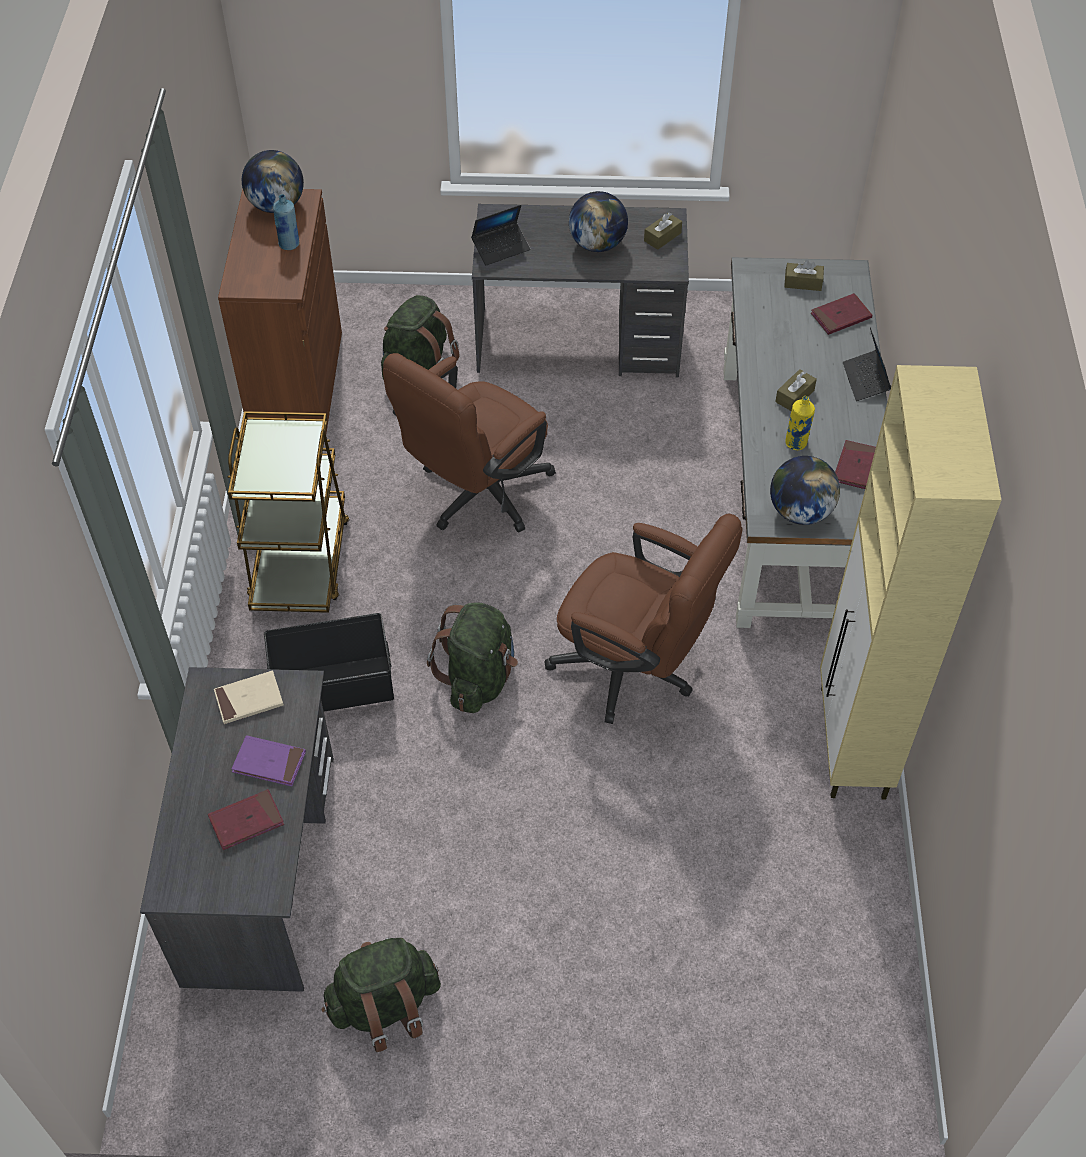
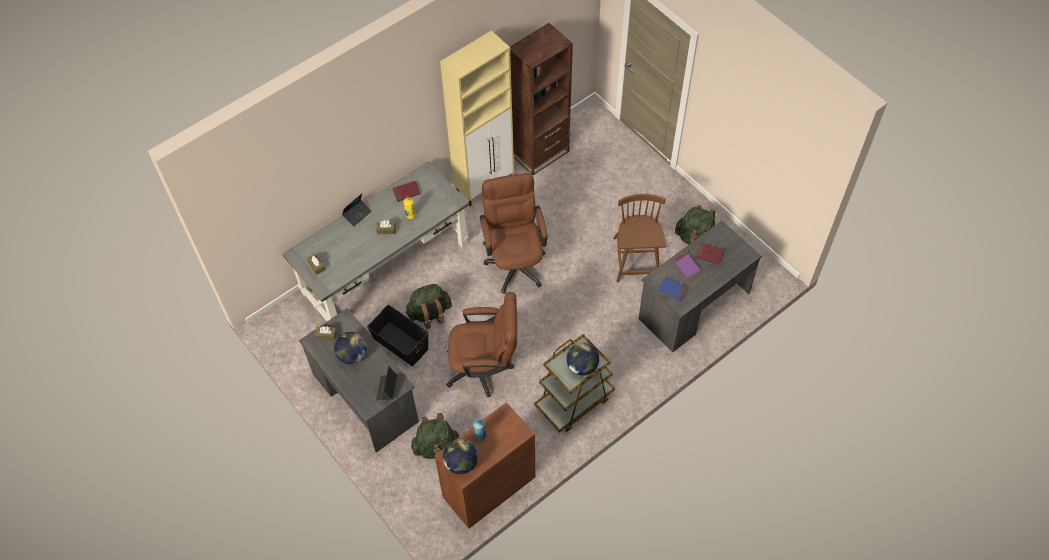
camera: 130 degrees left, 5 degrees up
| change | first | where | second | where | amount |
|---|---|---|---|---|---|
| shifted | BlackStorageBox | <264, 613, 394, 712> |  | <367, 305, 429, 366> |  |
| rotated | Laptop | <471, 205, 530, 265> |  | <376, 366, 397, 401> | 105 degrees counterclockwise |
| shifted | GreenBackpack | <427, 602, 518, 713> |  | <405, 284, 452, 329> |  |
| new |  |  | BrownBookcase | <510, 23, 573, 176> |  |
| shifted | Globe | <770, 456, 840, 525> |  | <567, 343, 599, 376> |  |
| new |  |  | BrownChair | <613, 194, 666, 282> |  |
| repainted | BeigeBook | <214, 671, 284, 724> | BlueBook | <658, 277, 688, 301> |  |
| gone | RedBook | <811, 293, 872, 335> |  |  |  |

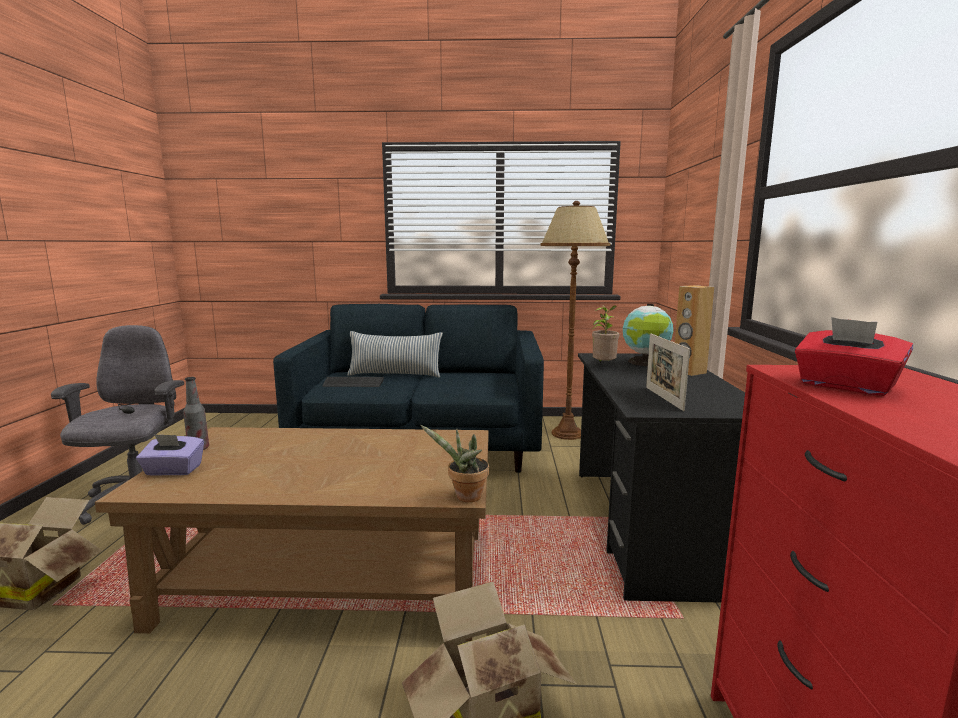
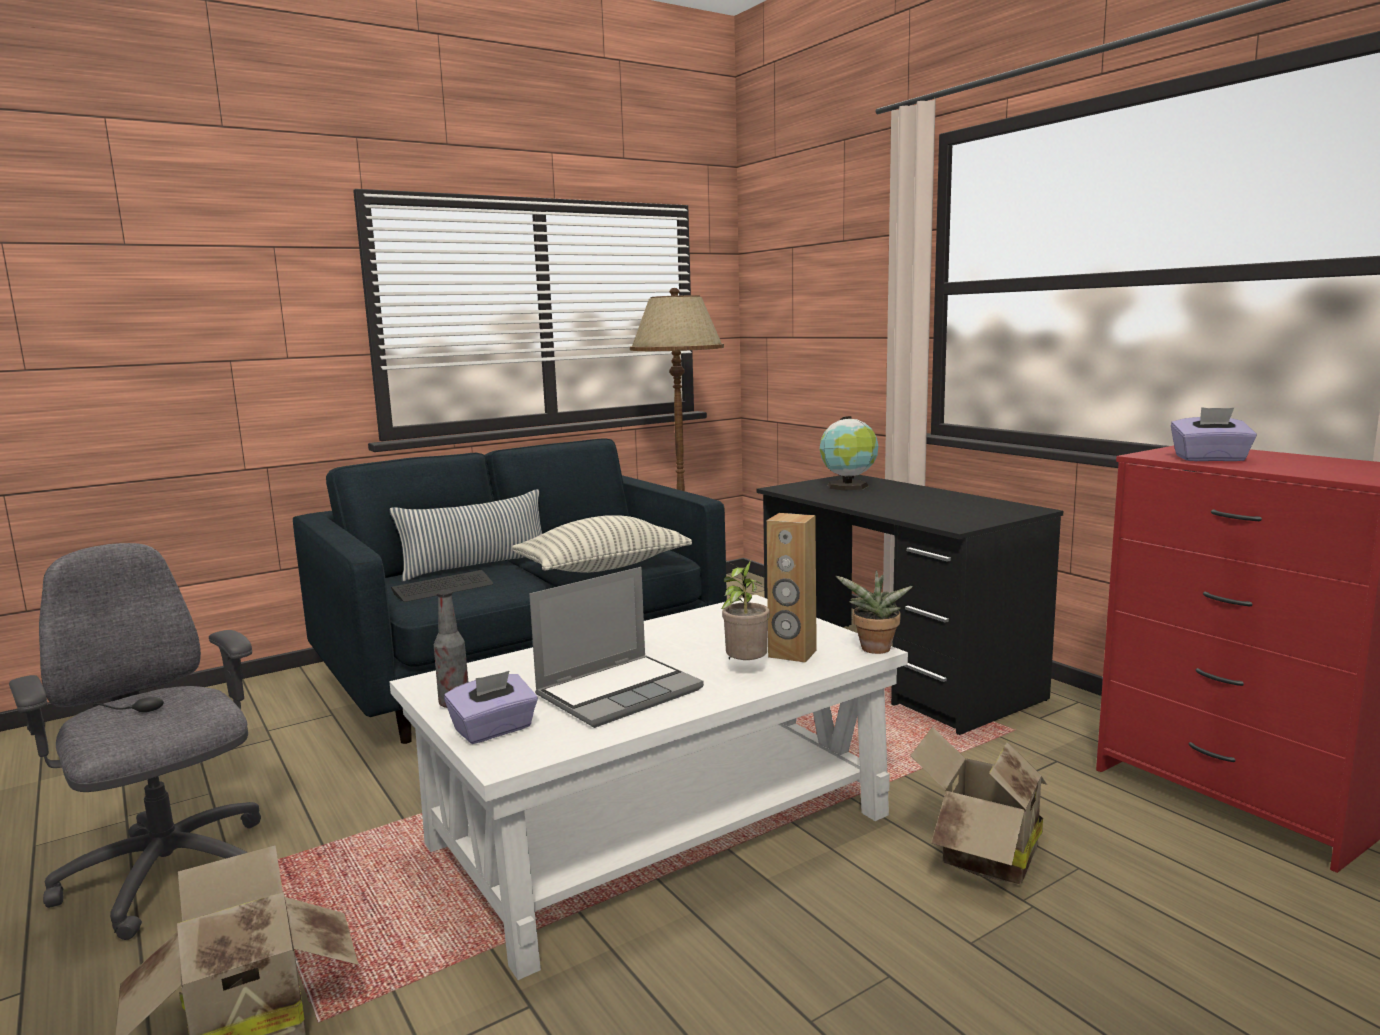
camera: 35 degrees left, 0 degrees up
| change | first | where | second | where | amount |
|---|---|---|---|---|---|
| repainted | BrownCoffeeTable | <95, 427, 489, 641> | WhiteCoffeeTable | <389, 595, 908, 980> |  |
| new |  |  | Pillow | <512, 515, 692, 573> |  |
| new |  |  | Laptop | <529, 567, 704, 728> |  |
| shifted | PottedPlant | <592, 305, 620, 363> |  | <721, 560, 770, 660> |  |
| shifted | BrownSpeaker | <675, 285, 714, 376> |  | <767, 513, 817, 663> |  |
| repainted | RedTissueBox | <795, 317, 913, 396> | PurpleTissueBox | <1171, 407, 1257, 461> |  |
| gone | PictureFrame | <646, 333, 690, 411> |  |  |  |

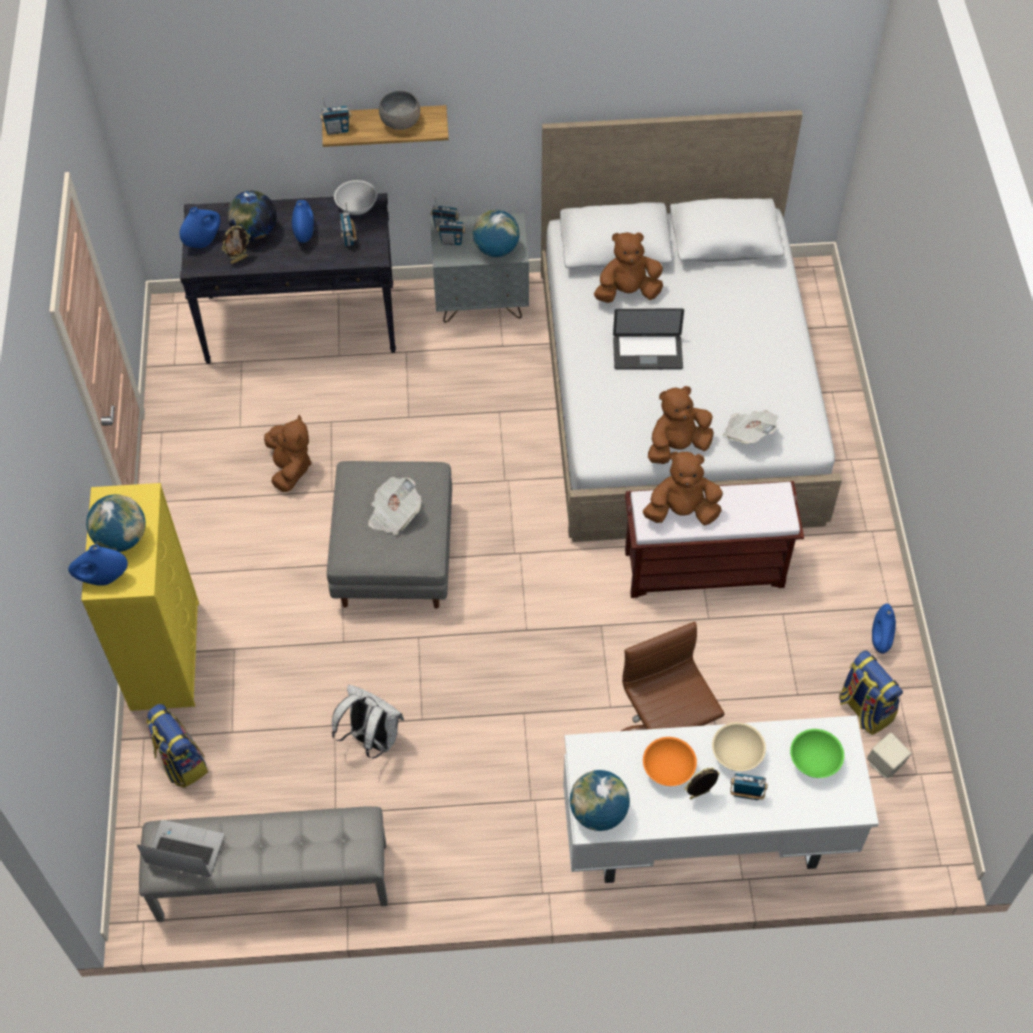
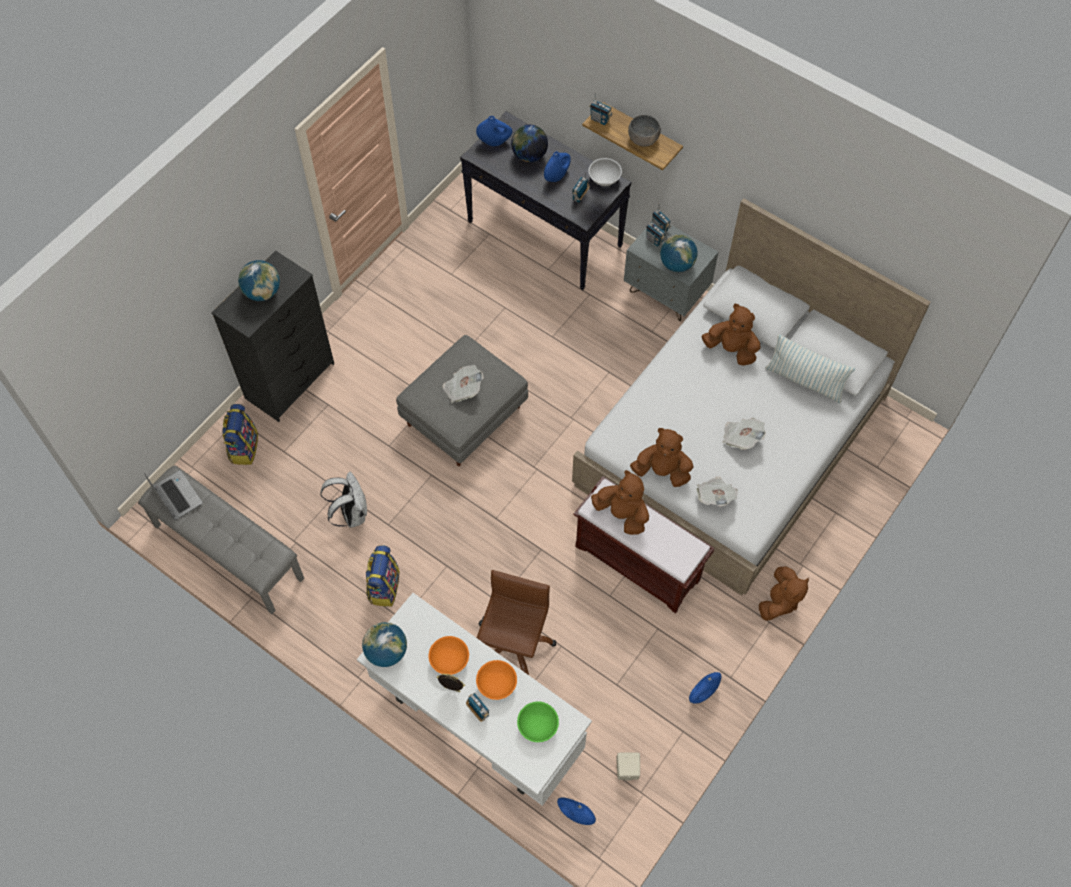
camera: 40 degrees right, 5 degrees up
| change | first | where | second | where | amount |
|---|---|---|---|---|---|
| repainted | YellowDresser | <81, 483, 199, 711> | BlackDresser | <212, 251, 334, 422> |  |
| shifted | Backpack | <839, 650, 903, 735> |  | <366, 545, 400, 607> |  |
| repainted | BeigeBowl | <712, 722, 766, 771> | OrangeBowl | <476, 660, 517, 700> |  |
| shifted | BlueVase | <68, 545, 128, 586> |  | <557, 797, 596, 825> |  |
| new |  |  | Newspaper | <722, 418, 766, 449> |  |
| shifted | BrownPlushToy | <264, 415, 311, 492> |  | <759, 567, 809, 621> |  |
| new |  |  | Pillow | <765, 334, 855, 404> |  |
| gone | PictureFrame | <222, 226, 250, 264> |  |  |  |
| gone | Laptop | <613, 309, 684, 370> |  |  |  |

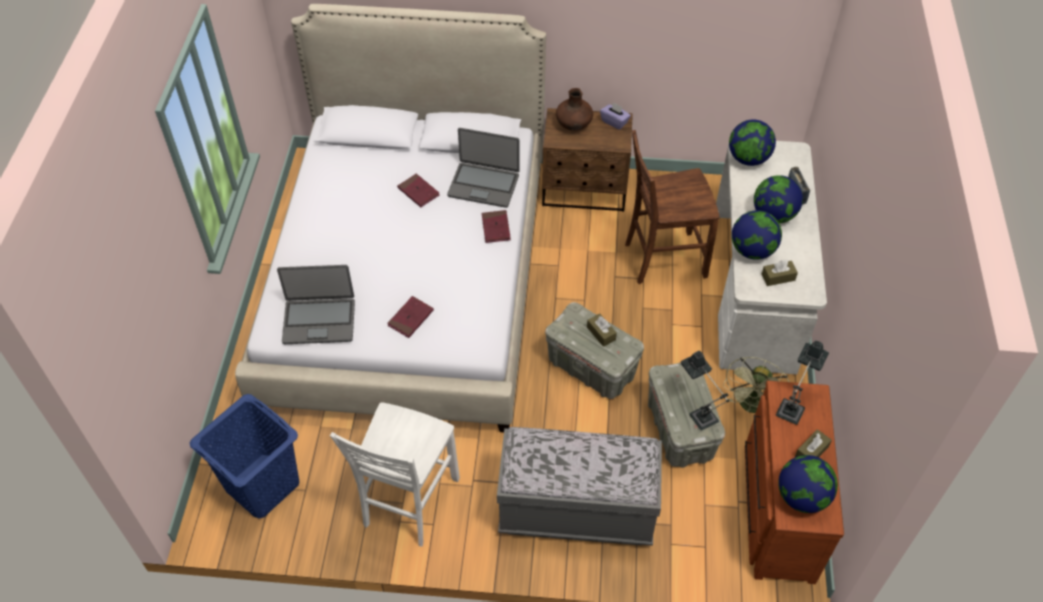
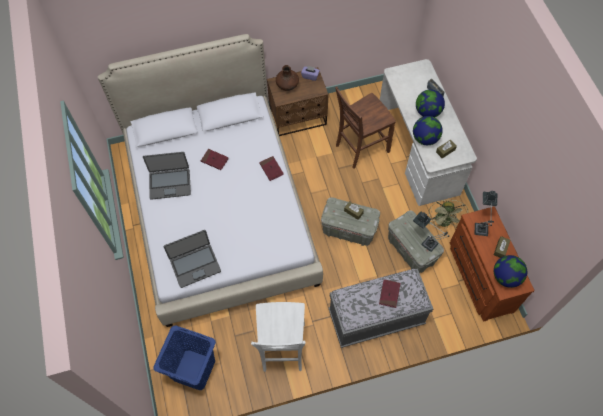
camera: 20 degrees left, 10 degrees up
| change | first | where | second | where | amount |
|---|---|---|---|---|---|
| shifted | Laptop | <447, 128, 520, 208> |  | <143, 152, 191, 200> |  |
| shifted | RedBook | <387, 296, 434, 338> |  | <379, 279, 401, 308> |  |
| gone | Globe | <729, 119, 776, 166> |  |  |  |

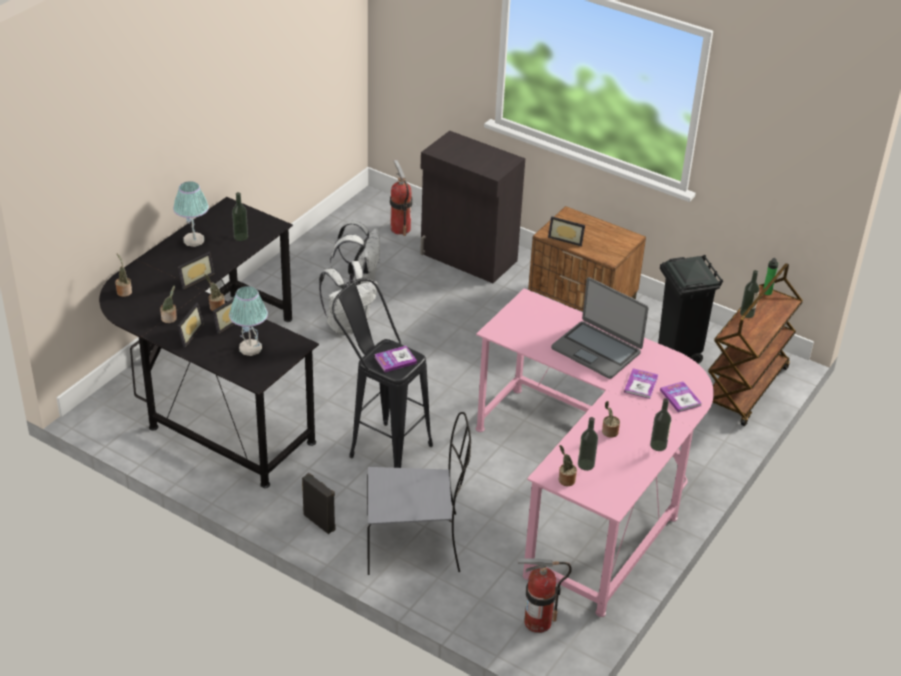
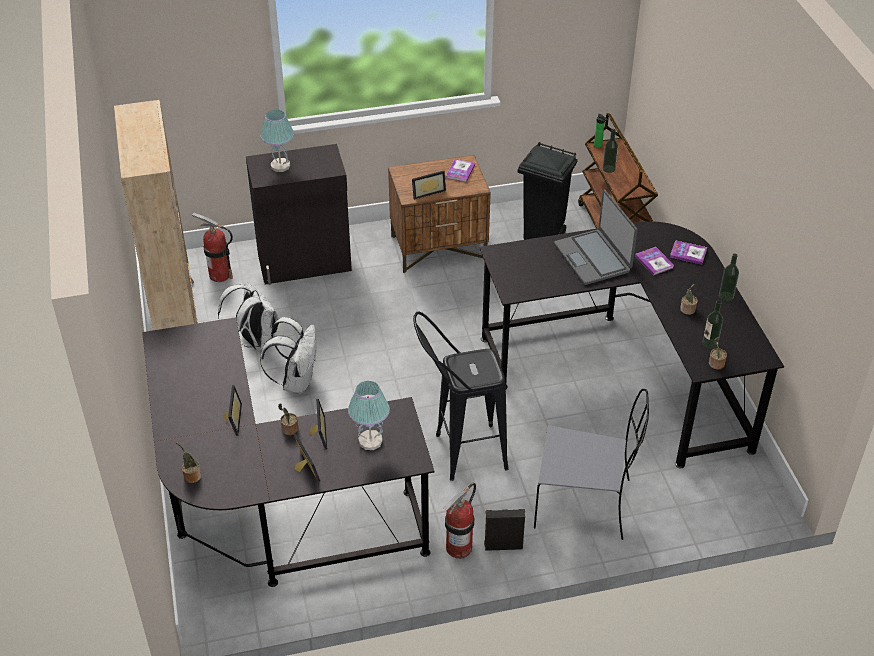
camera: 45 degrees left, 5 degrees up
| change | first | where | second | where | amount |
|---|---|---|---|---|---|
| new |  |  | BeigeBookcase | <114, 100, 198, 330> |  |
| shifted | TableLamp | <173, 181, 209, 247> |  | <260, 110, 294, 172> |  |
| shifted | FireExtinguisher | <517, 558, 572, 633> |  | <443, 483, 476, 559> |  |
| shifted | Book | <374, 346, 417, 372> |  | <446, 159, 475, 182> |  |
| repainted | PinkDesk | <476, 288, 714, 617> | BlackDesk | <479, 221, 784, 468> |  |
| rotated | GreyChair | <367, 412, 471, 575> |  | <534, 389, 649, 540> | 60 degrees clockwise |
| rotated | Laptop | <551, 277, 649, 379> |  | <554, 189, 637, 285> | 75 degrees clockwise |
| gone | PottedPlant | <160, 286, 177, 323> |  |  |  |
| gone | Bottle | <232, 192, 248, 241> |  |  |  |

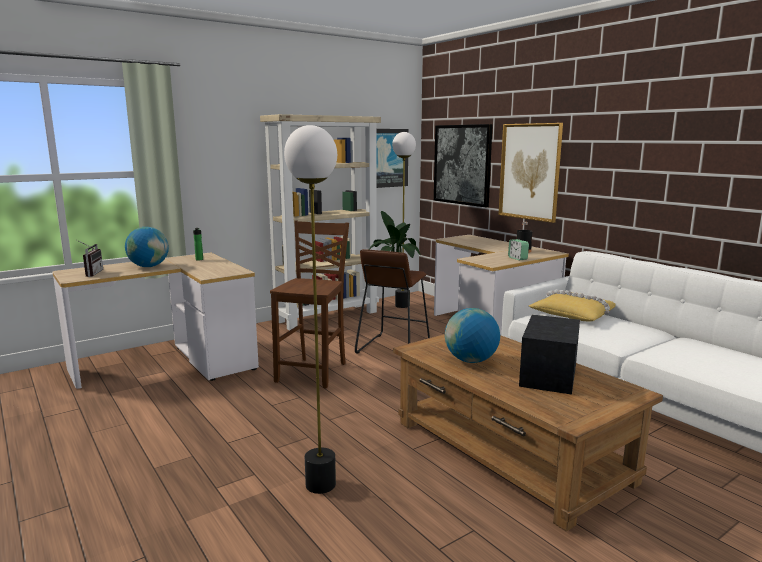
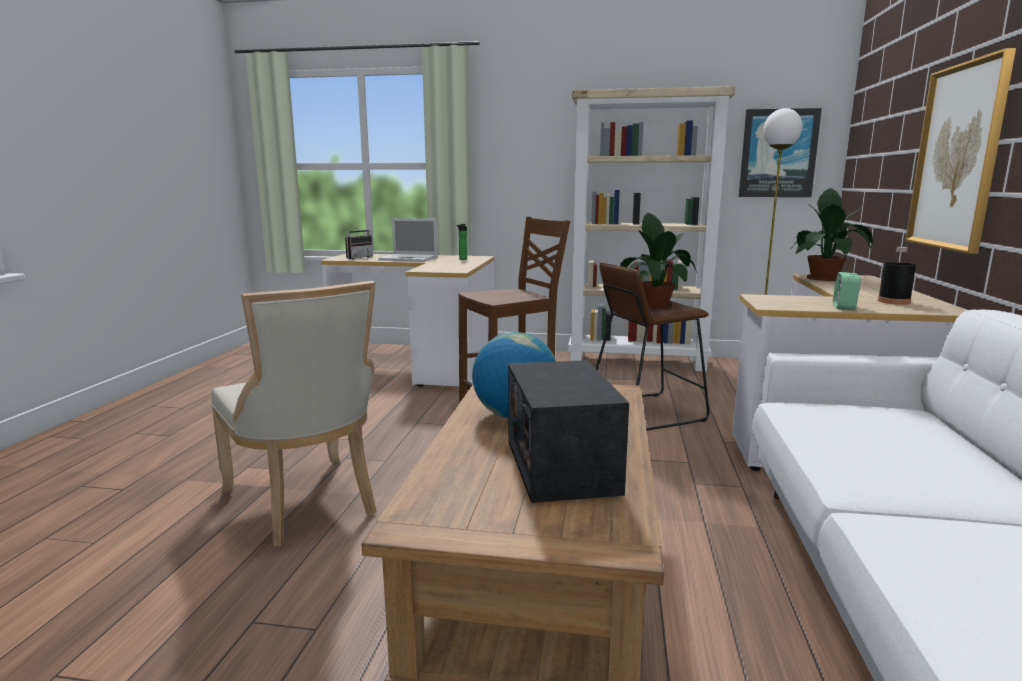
camera: 45 degrees right, 0 degrees up
| change | first | where | second | where | amount |
|---|---|---|---|---|---|
| swapped | FloorLamp | <284, 125, 337, 494> | BeigeChair | <211, 281, 377, 546> |  |
| swapped | Globe | <125, 227, 169, 267> | Laptop | <378, 218, 438, 262> |  |
| rotated | Radio | <519, 315, 580, 395> |  | <508, 360, 629, 503> | 75 degrees counterclockwise |
| new |  |  | PottedPlant | <793, 188, 873, 281> |  |
| gone | Picture | <434, 124, 493, 207> |  |  |  |
| gone | YellowPillow | <529, 289, 616, 322> |  |  |  |

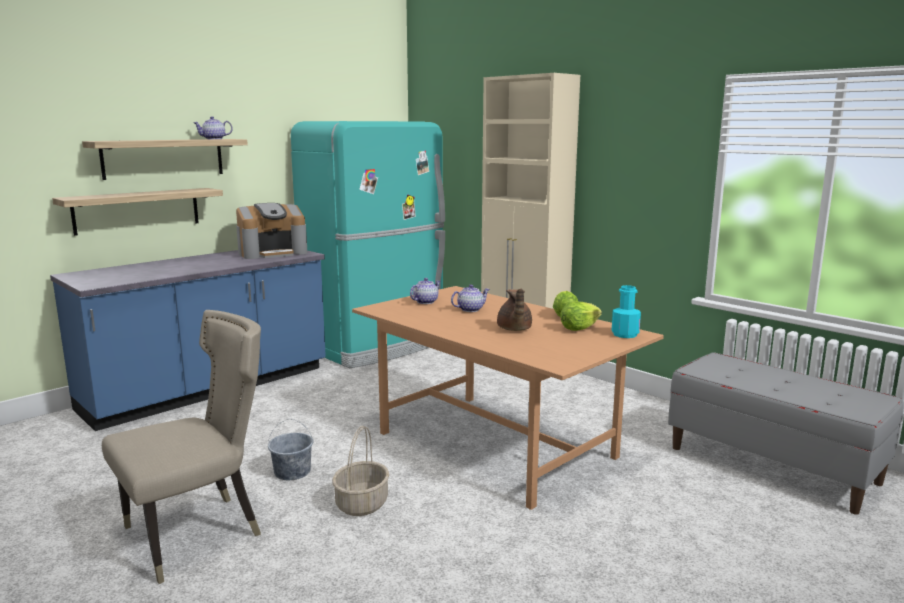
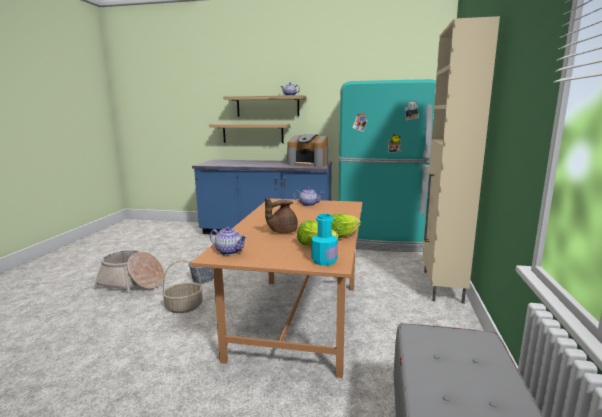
camera: 55 degrees right, 0 degrees up
| change | first | where | second | where | amount |
|---|---|---|---|---|---|
| swapped | BeigeChair | <102, 310, 261, 584> | Basket | <93, 250, 165, 294> |  |
| shifted | Teapot | <451, 285, 490, 312> |  | <210, 226, 247, 255> |  |

